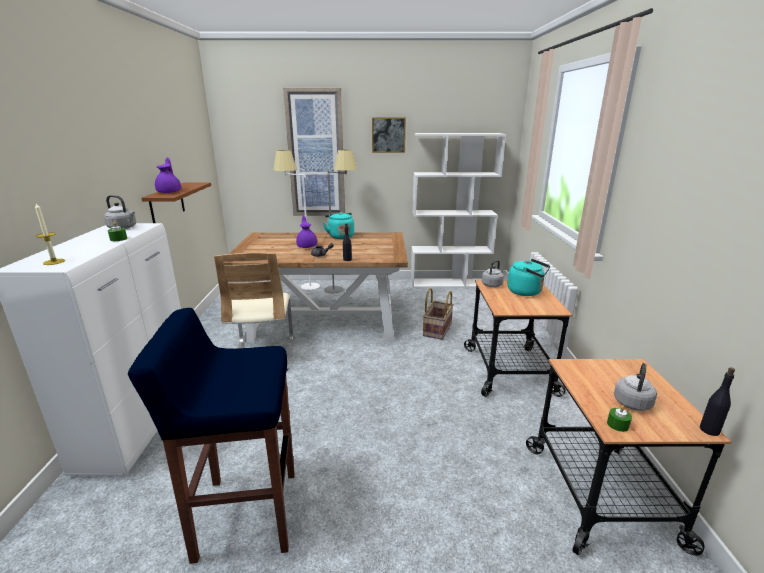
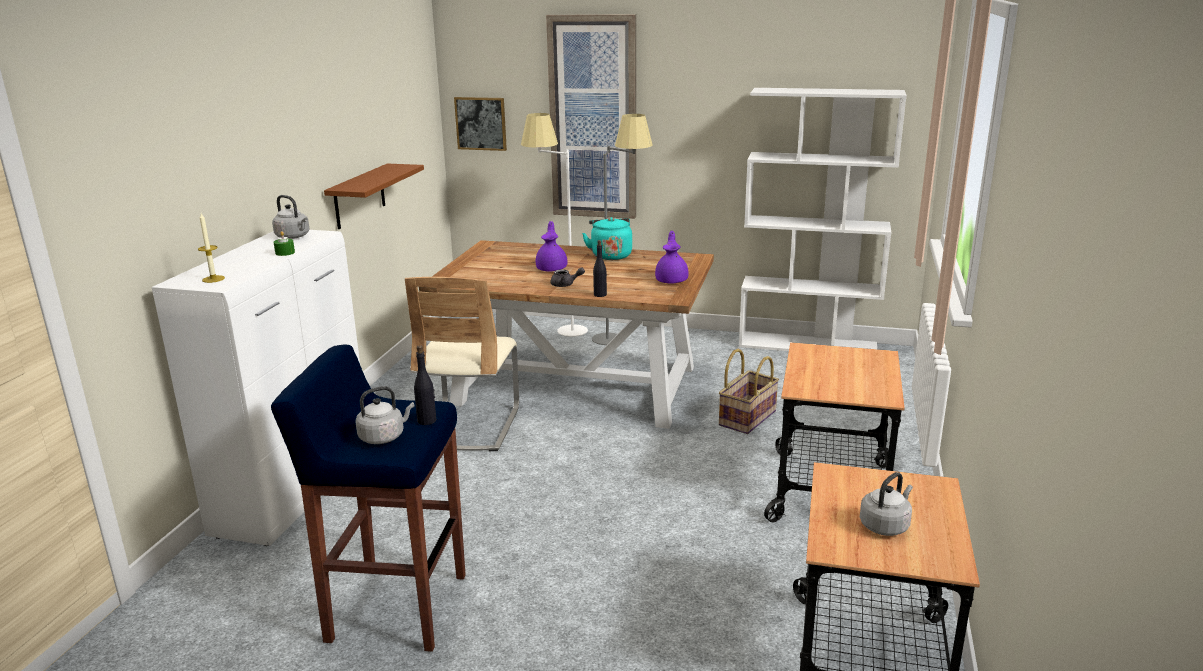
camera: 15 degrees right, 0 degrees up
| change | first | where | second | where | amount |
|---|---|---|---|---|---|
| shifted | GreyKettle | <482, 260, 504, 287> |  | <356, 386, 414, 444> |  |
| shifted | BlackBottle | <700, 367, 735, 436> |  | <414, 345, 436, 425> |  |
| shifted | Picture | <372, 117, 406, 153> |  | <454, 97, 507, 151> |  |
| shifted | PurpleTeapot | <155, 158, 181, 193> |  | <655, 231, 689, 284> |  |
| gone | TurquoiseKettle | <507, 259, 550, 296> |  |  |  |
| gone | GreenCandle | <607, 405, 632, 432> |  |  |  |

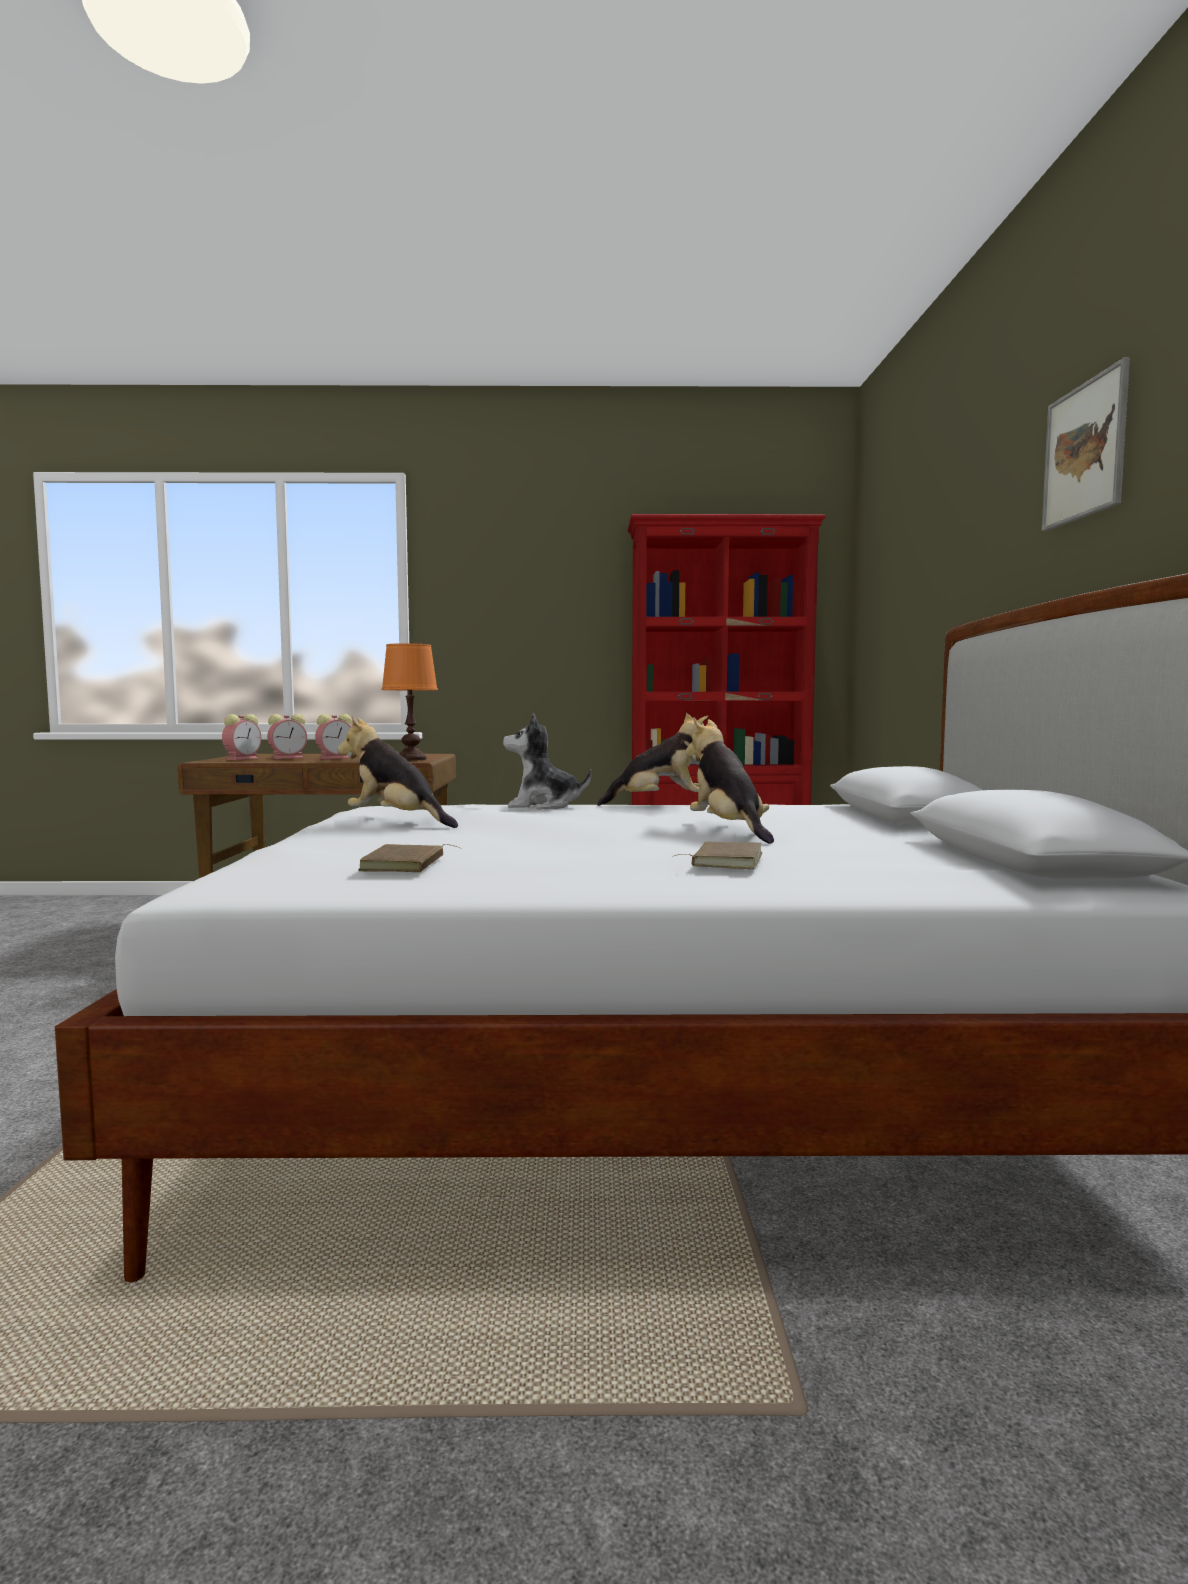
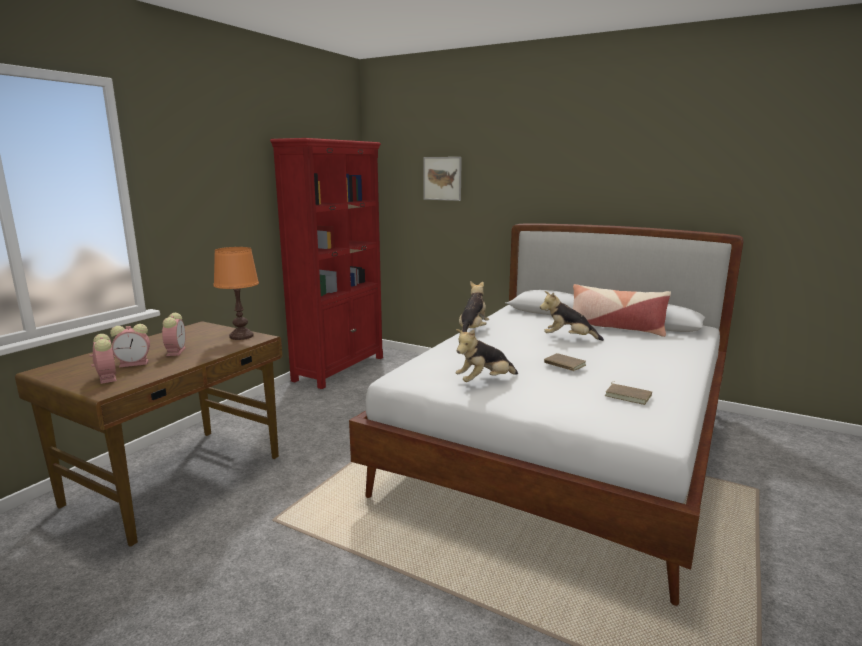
camera: 60 degrees left, 10 degrees up
| change | first | where | second | where | amount |
|---|---|---|---|---|---|
| rotated | AlarmClock | <267, 714, 307, 759> |  | <110, 324, 150, 367> | 75 degrees clockwise |
| shifted | Picture | <1042, 358, 1130, 531> |  | <423, 157, 462, 201> |  |
| shifted | BrownBook | <672, 842, 762, 869> |  | <544, 353, 586, 371> |  |
| new |  |  | Pillow | <573, 284, 671, 337> |  |
| gone | PlushToy | <503, 713, 592, 810> |  |  |  |

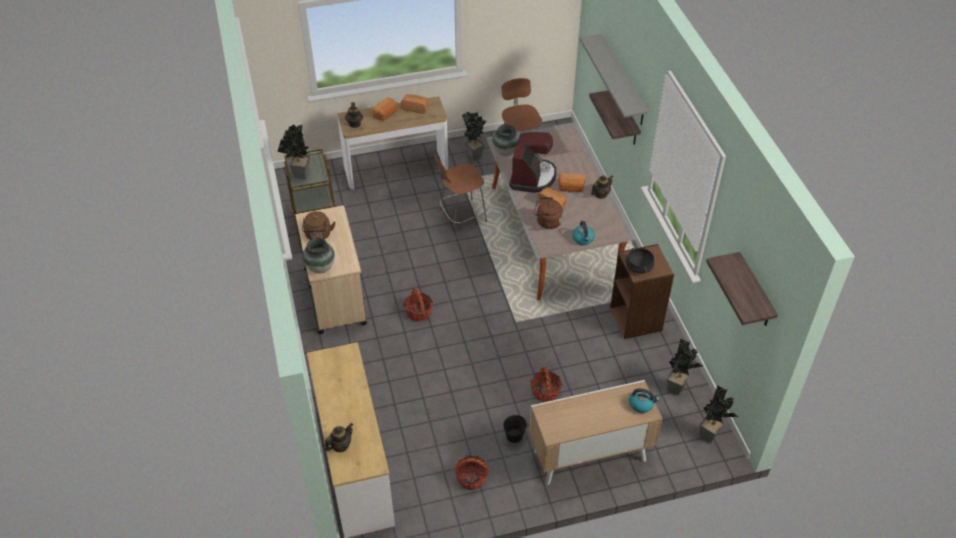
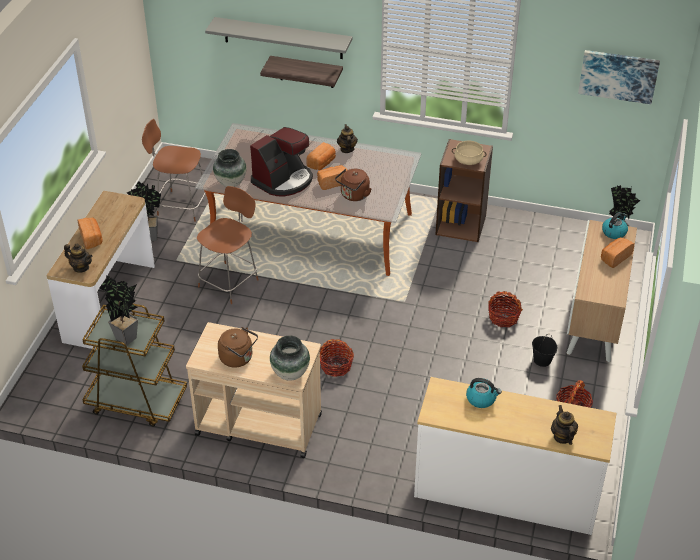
camera: 60 degrees left, 5 degrees down
| change | first | where | second | where | amount |
|---|---|---|---|---|---|
| rotated | BrownChair | <434, 154, 487, 233> |  | <197, 186, 258, 304> | 150 degrees counterclockwise |
| rotated | CoffeeMachine | <509, 132, 557, 193> |  | <250, 127, 313, 197> | 90 degrees clockwise |
| repainted | BlackCookingPot | <626, 248, 654, 274> | BeigeCookingPot | <452, 141, 486, 165> |  |
| shifted | Kettle | <572, 221, 595, 245> |  | <466, 378, 502, 408> |  |
| swapped | Shelf | <706, 252, 778, 326> | Picture | <578, 50, 660, 104> |  |
| shifted | Bread | <401, 94, 428, 114> |  | <601, 237, 634, 268> |  |
| gone | PottedPlant | <667, 339, 702, 396> |  |  |  |

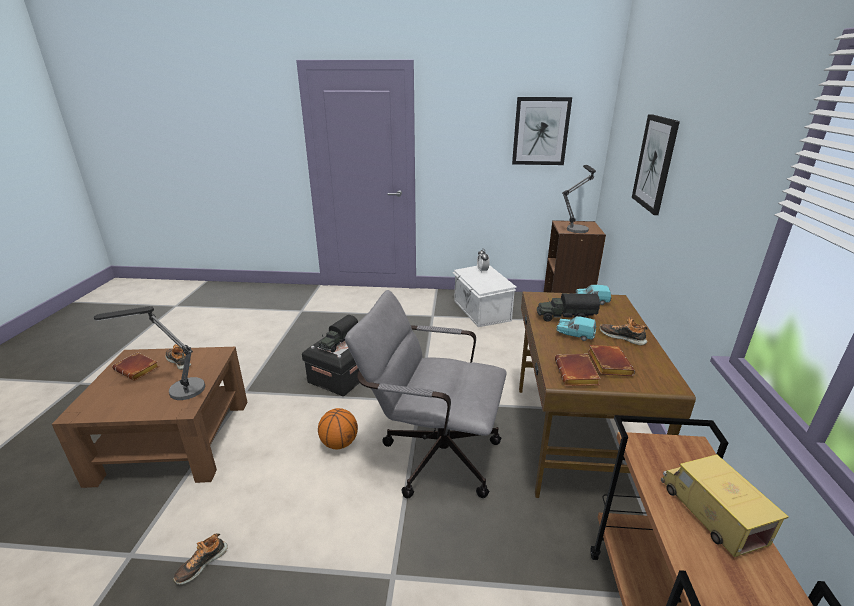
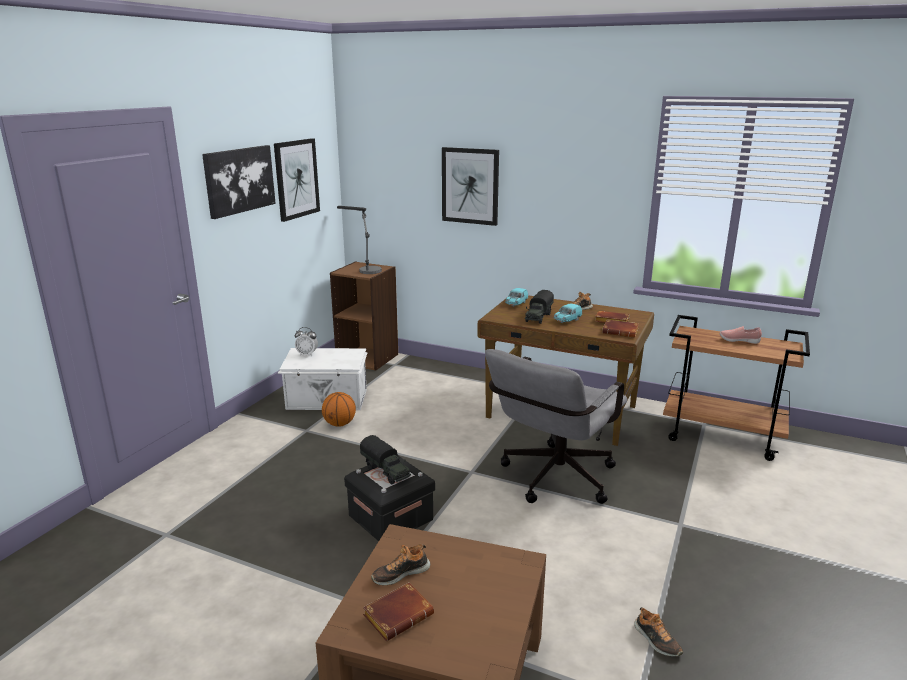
camera: 70 degrees left, 5 degrees down
| change | first | where | second | where | amount |
|---|---|---|---|---|---|
| new |  |  | Picture | <202, 145, 276, 219> |  |
| shifted | Basketball | <318, 408, 358, 449> |  | <322, 392, 356, 427> |  |
| swapped | ToyTruck | <660, 454, 789, 557> | PinkShoe | <720, 326, 762, 344> |  |
| gone | TableLamp | <94, 306, 205, 400> |  |  |  |

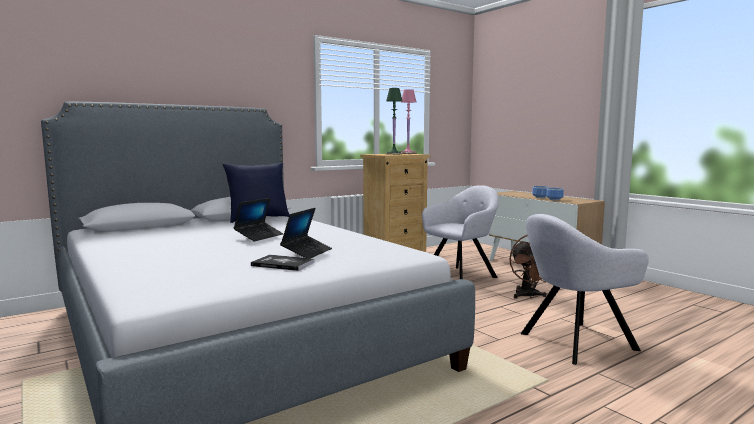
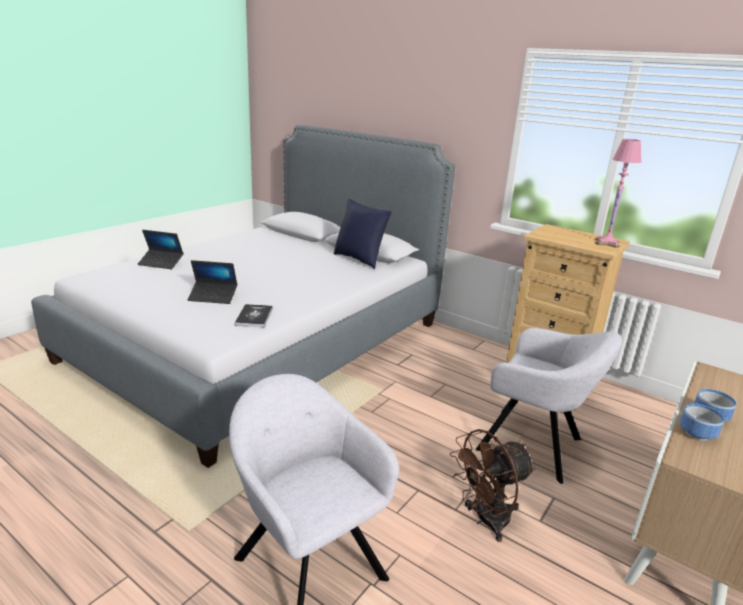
camera: 70 degrees right, 15 degrees up
| change | first | where | second | where | amount |
|---|---|---|---|---|---|
| shifted | Laptop | <234, 198, 283, 241> |  | <138, 230, 183, 269> |  |
| shifted | Book | <251, 255, 315, 271> |  | <235, 304, 273, 327> |  |
| gone | GreenTableLamp | <385, 88, 403, 155> |  |  |  |

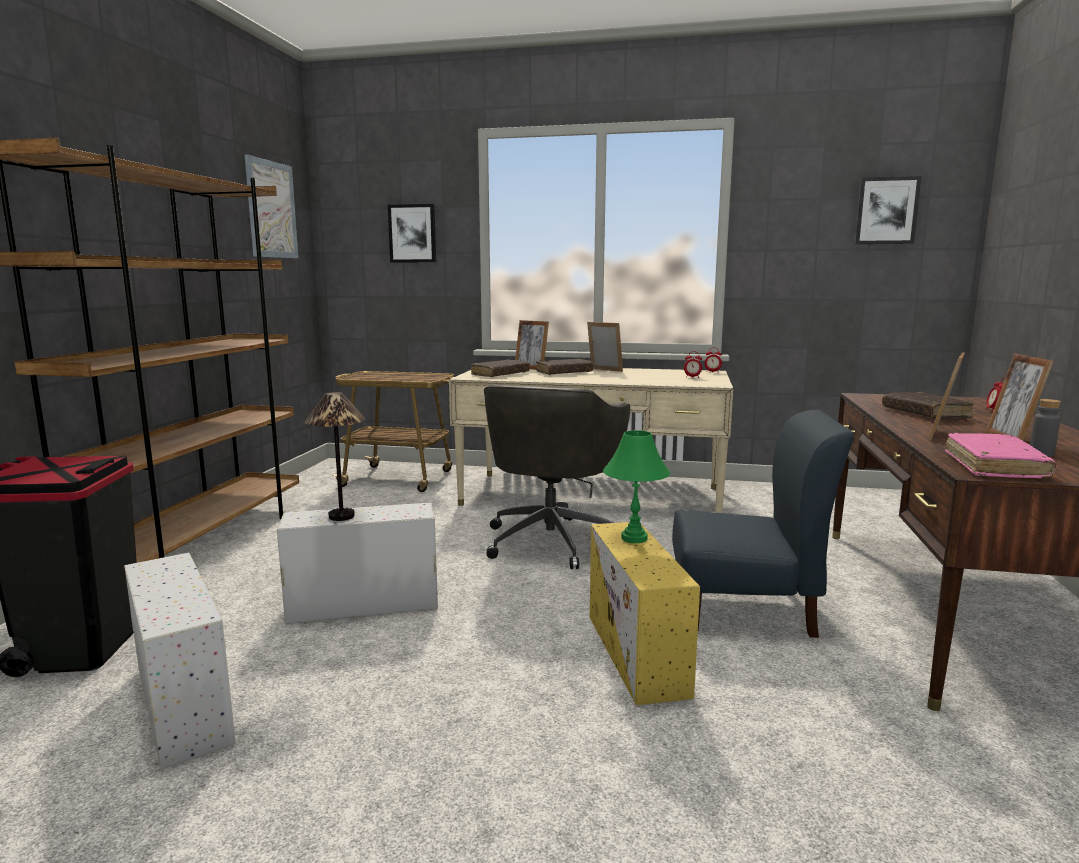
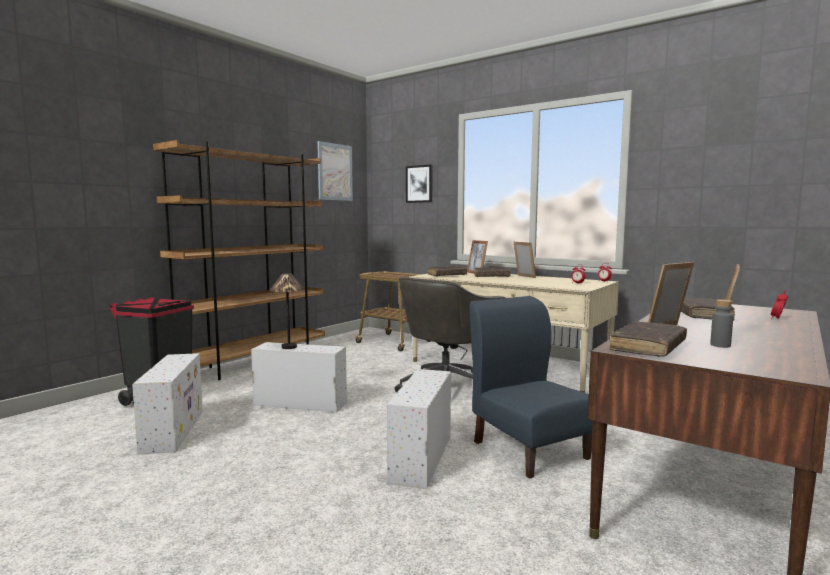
camera: 25 degrees right, 5 degrees down
| change | first | where | second | where | amount |
|---|---|---|---|---|---|
| repainted | YellowStorageBox | <590, 522, 700, 705> | WhiteStorageBox | <387, 369, 451, 489> |  |
| rotated | BlueChair | <672, 409, 854, 638> |  | <469, 296, 592, 479> | 150 degrees counterclockwise |
| repainted | PinkBook | <945, 433, 1057, 479> | BrownBook | <610, 321, 687, 357> |  |
| gone | GreenTableLamp | <603, 430, 670, 543> |  |  |  |
| gone | Picture | <854, 176, 922, 244> |  |  |  |

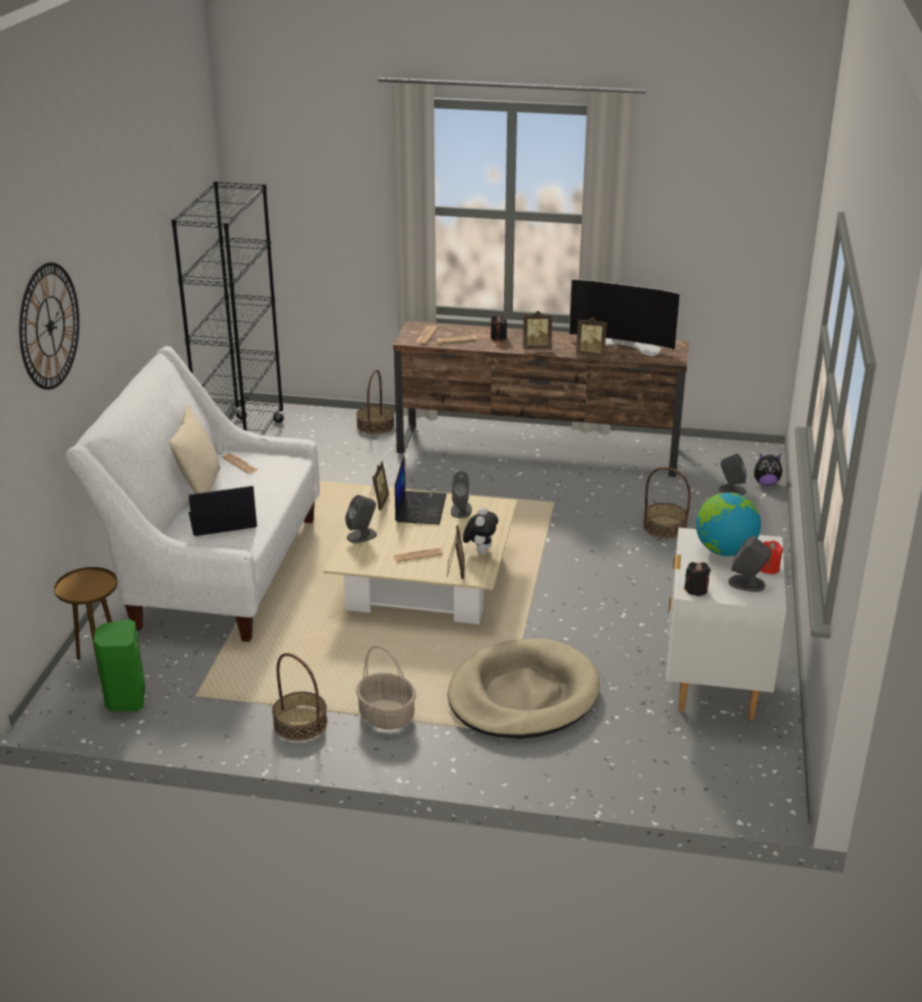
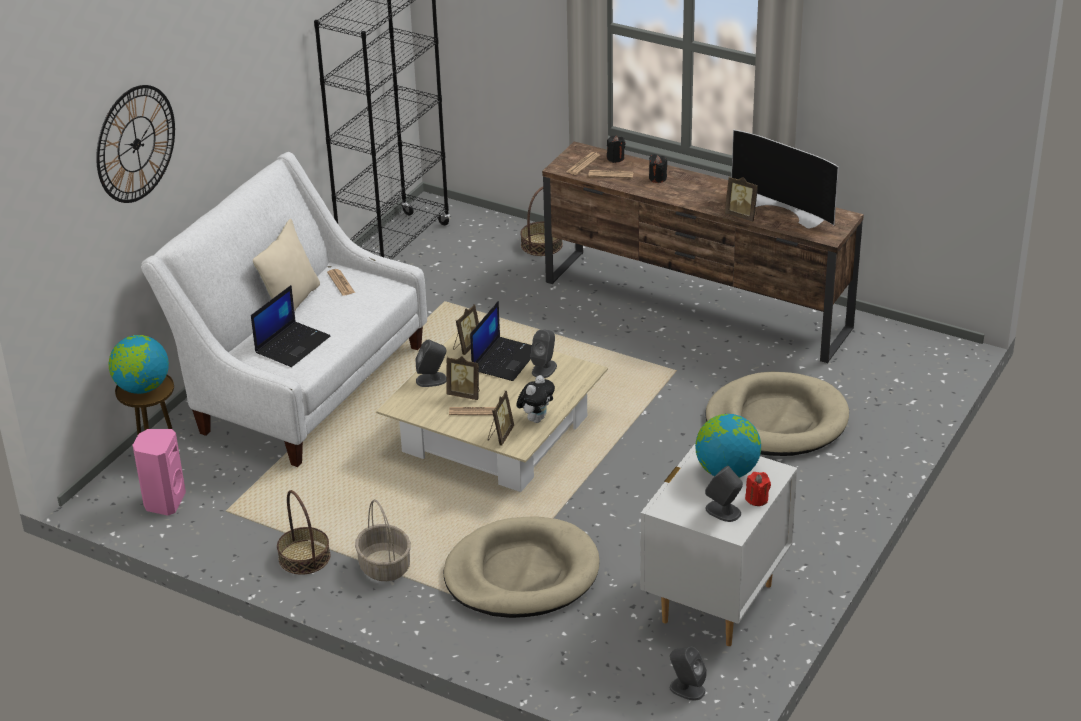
camera: 20 degrees right, 5 degrees up
| change | first | where | second | where | amount |
|---|---|---|---|---|---|
| new |  |  | Globe | <109, 335, 169, 394> |  |
| repainted | GreenSpeaker | <94, 619, 145, 712> | PinkSpeaker | <133, 429, 186, 516> |  |
| rotated | Laptop | <189, 486, 257, 536> |  | <251, 285, 330, 367> | 120 degrees clockwise |
| shifted | PictureFrame | <523, 311, 552, 349> |  | <446, 356, 480, 400> |  |
| shifted | BlackCandle | <684, 562, 711, 596> |  | <607, 135, 625, 163> |  |
| shifted | GreySpeaker | <719, 454, 746, 495> |  | <670, 647, 707, 701> |  |
| swapped | Basket | <643, 467, 691, 538> | BeigeDogBed | <705, 372, 849, 456> |  |
| gone | PlushToy | <754, 454, 783, 486> |  |  |  |

